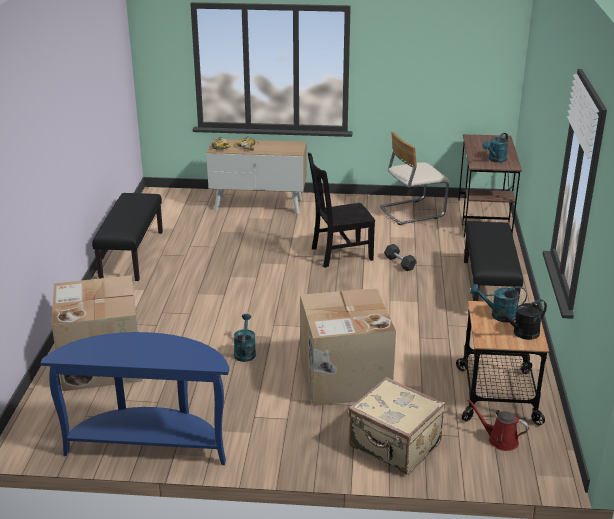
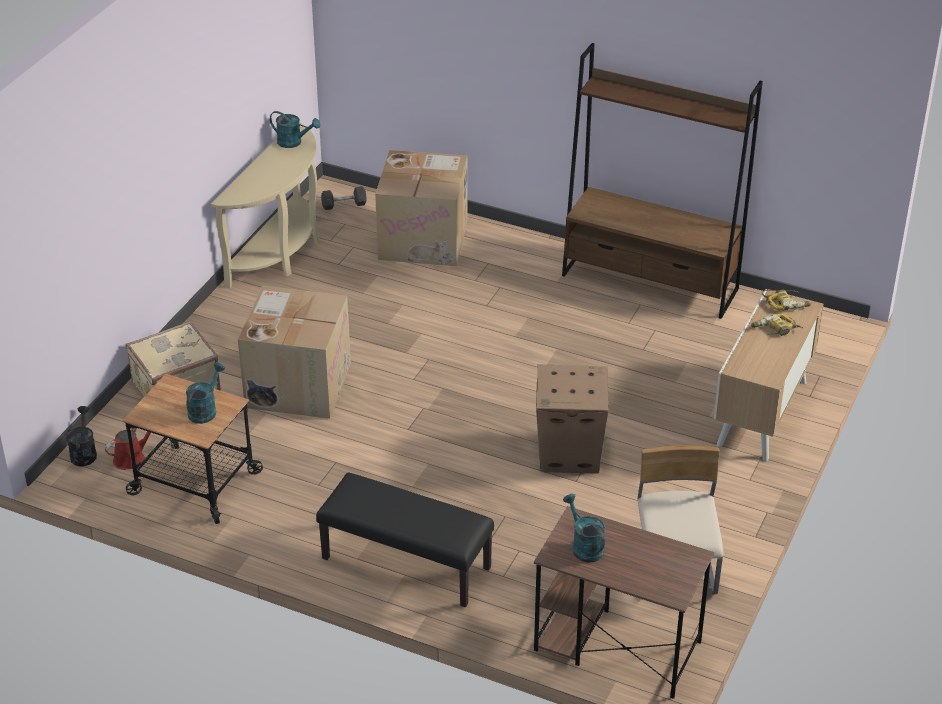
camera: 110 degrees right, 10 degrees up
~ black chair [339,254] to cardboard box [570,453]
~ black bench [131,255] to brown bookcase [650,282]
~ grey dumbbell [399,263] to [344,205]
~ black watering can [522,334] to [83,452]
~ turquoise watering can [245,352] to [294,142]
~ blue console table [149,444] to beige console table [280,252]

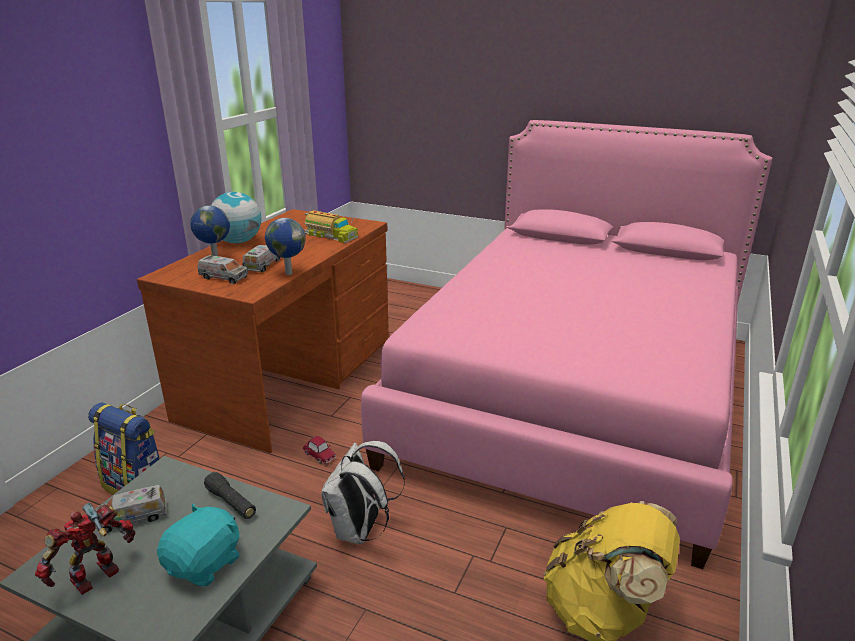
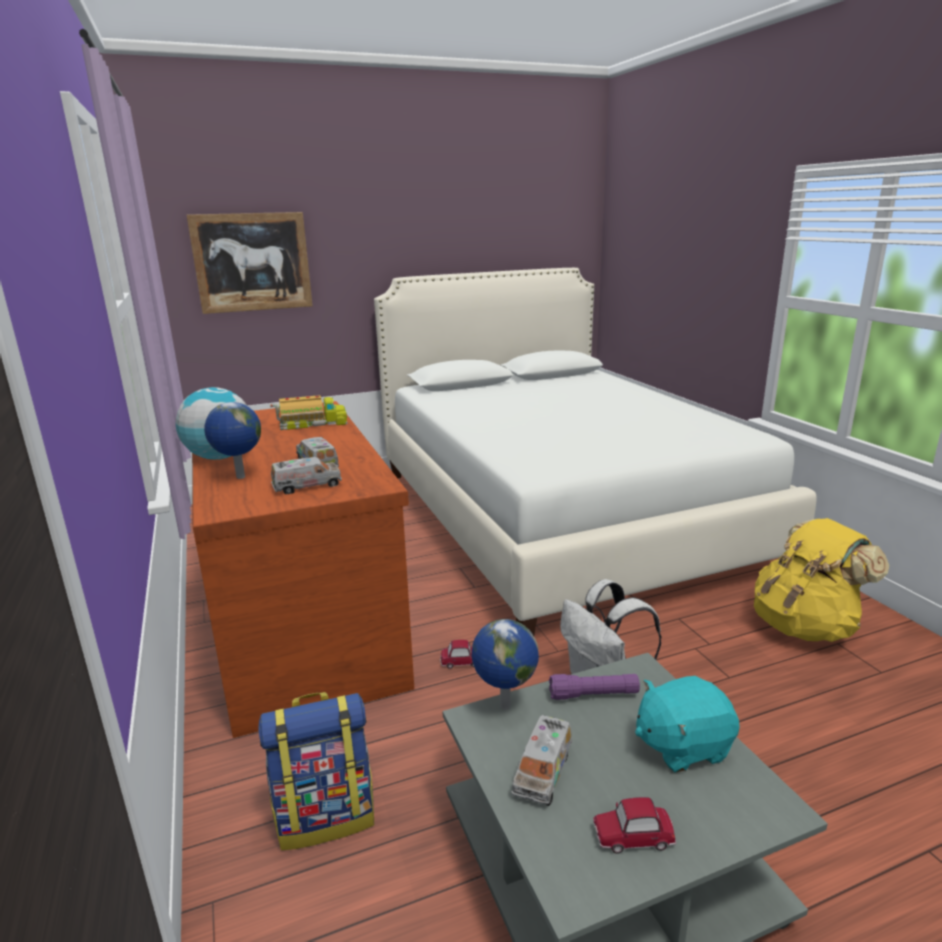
camera: 45 degrees left, 5 degrees down
~ pink bed [575,394] to white bed [560,515]
~ globe [288,273] to [503,706]
~ black flashlight [231,503] to purple flashlight [593,695]
~ toy robot [97,577] to toy car [633,835]
~ turquoise plush toy [205,564] = [682,745] 90 degrees counterclockwise
+ picture [252,262]

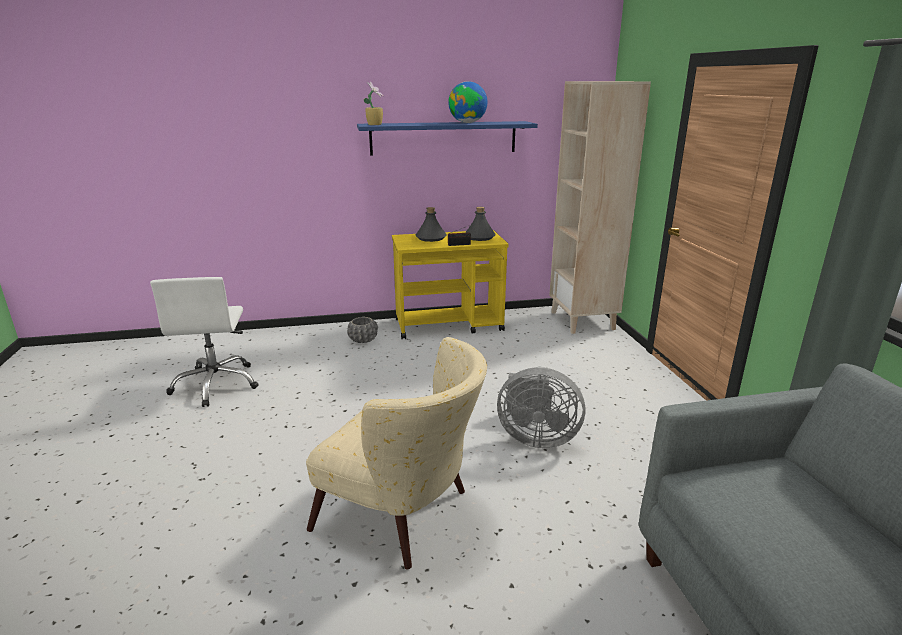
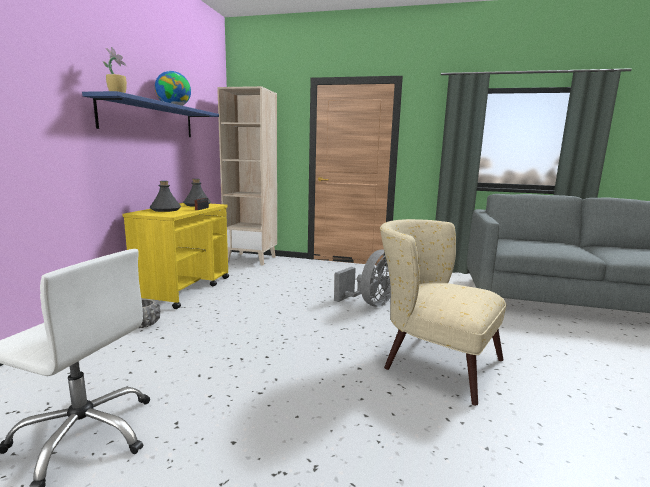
camera: 65 degrees left, 10 degrees down
~ beige armchair [404,516] = [431,360] 105 degrees counterclockwise

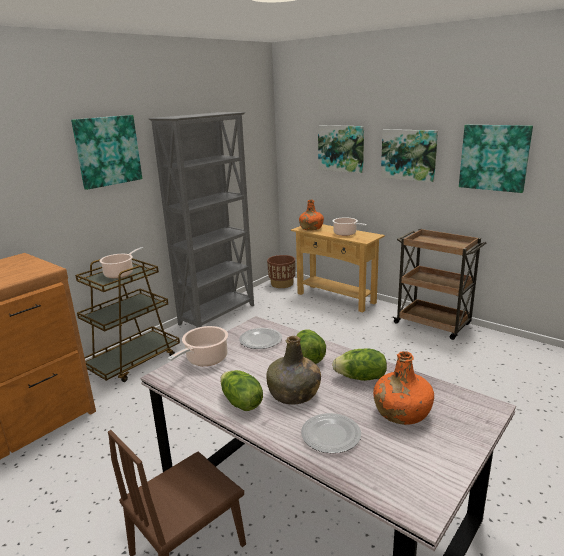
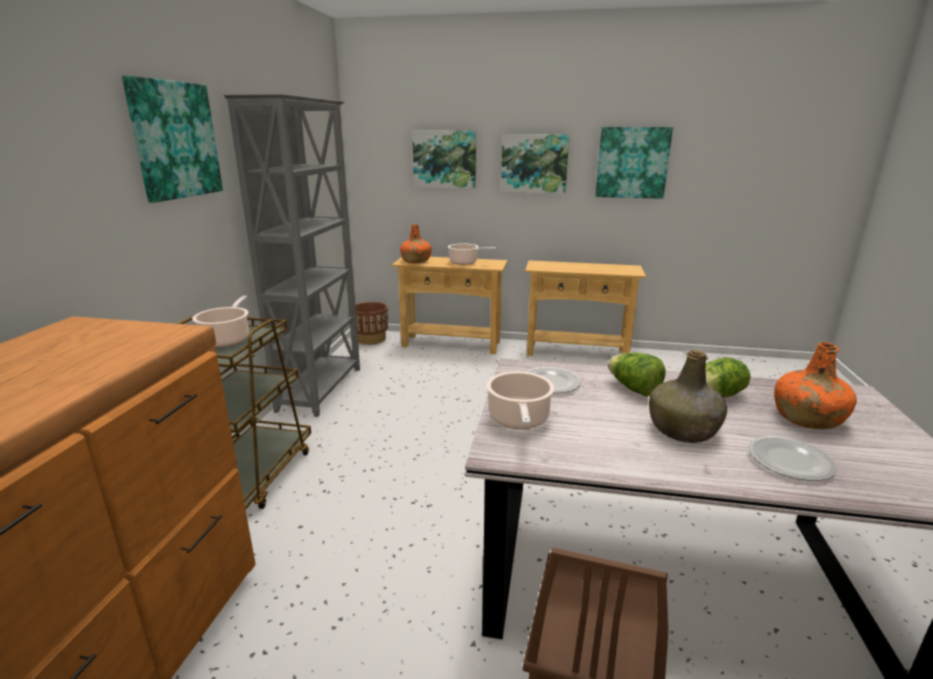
camera: 30 degrees left, 0 degrees up
~ brown cart [433,324] to beige console table [576,352]
- lettuce [241,403]

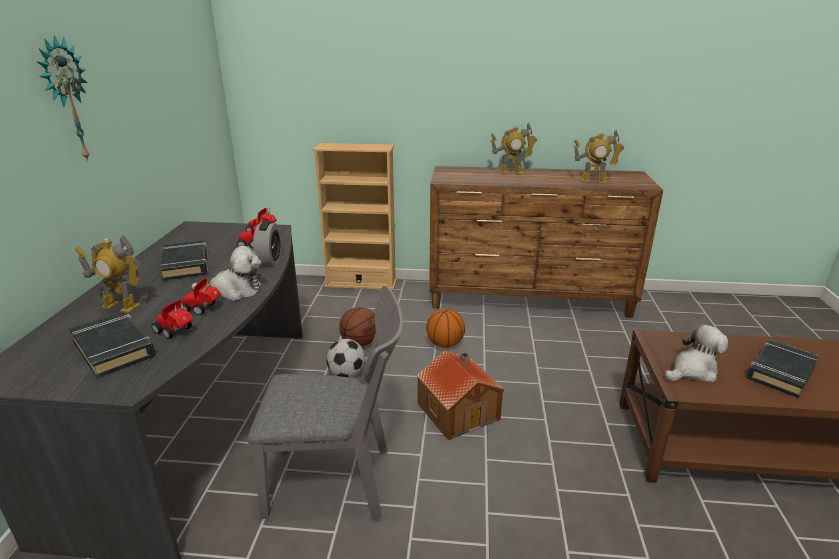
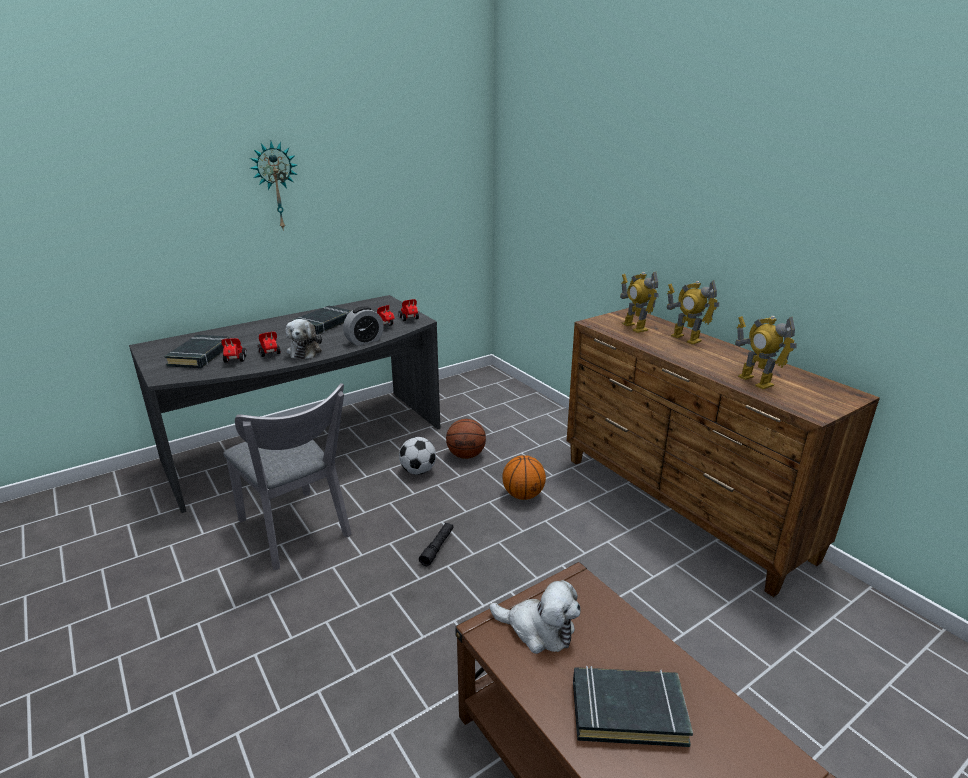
camera: 50 degrees right, 0 degrees up
- beige bookcase [361,283]
~ toy robot [120,306] to [634,327]
~ plush toy [234,291] = [305,351] 45 degrees clockwise
~ toy house [459,410] to black flashlight [437,547]

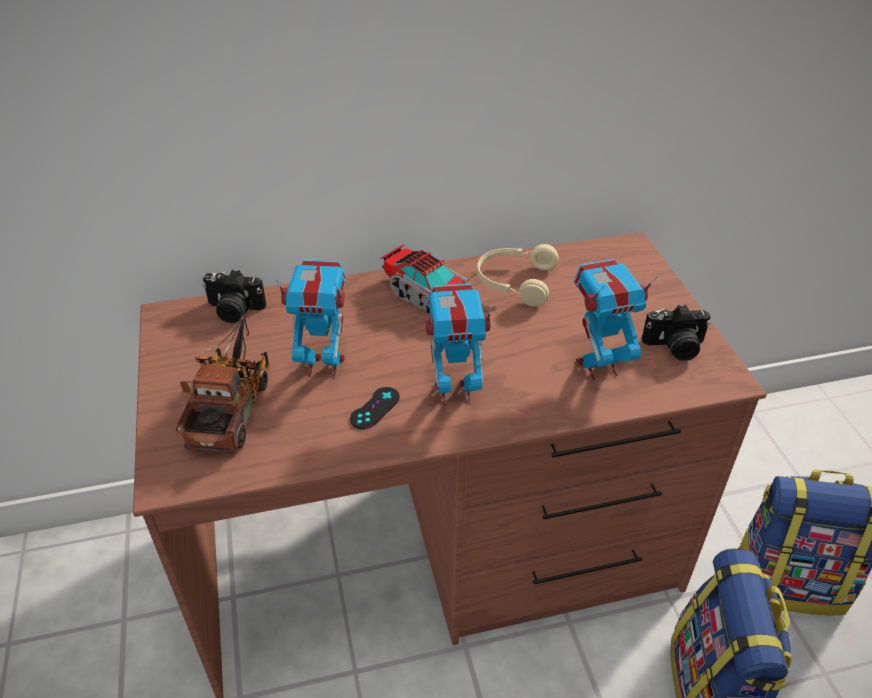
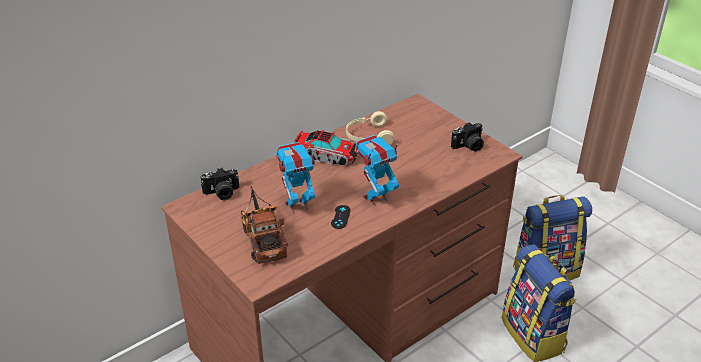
camera: 25 degrees left, 5 degrees down
- toy robot [598,366]

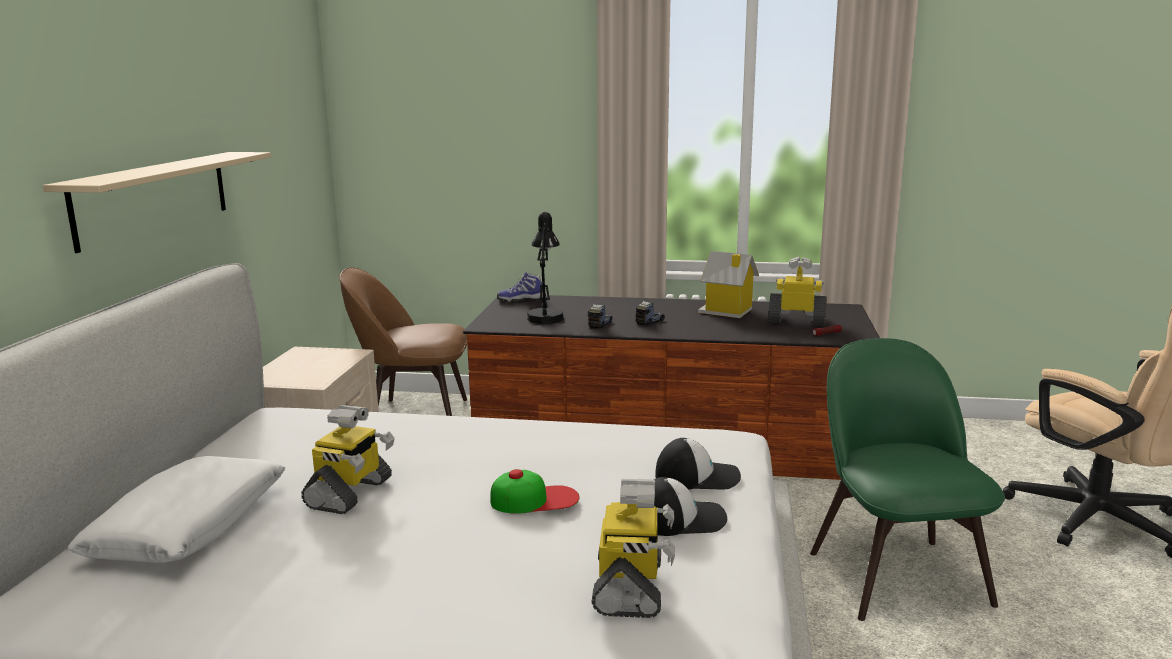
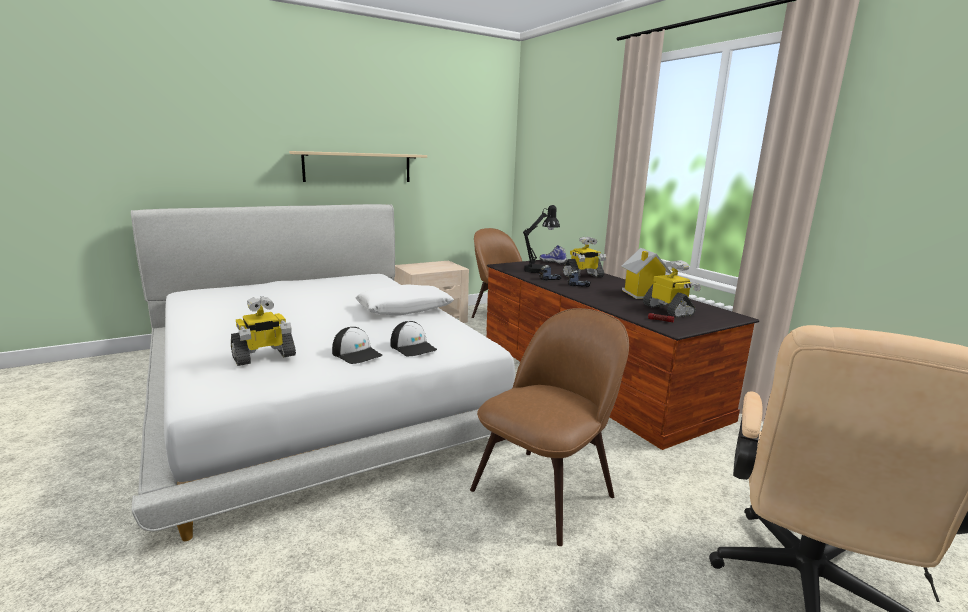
camera: 50 degrees right, 0 degrees up
~ green chair [895,573] to brown chair [546,490]
~ toy robot [350,494] to [583,276]
~ white pillow [189,526] to [404,309]
- cap [535,499]

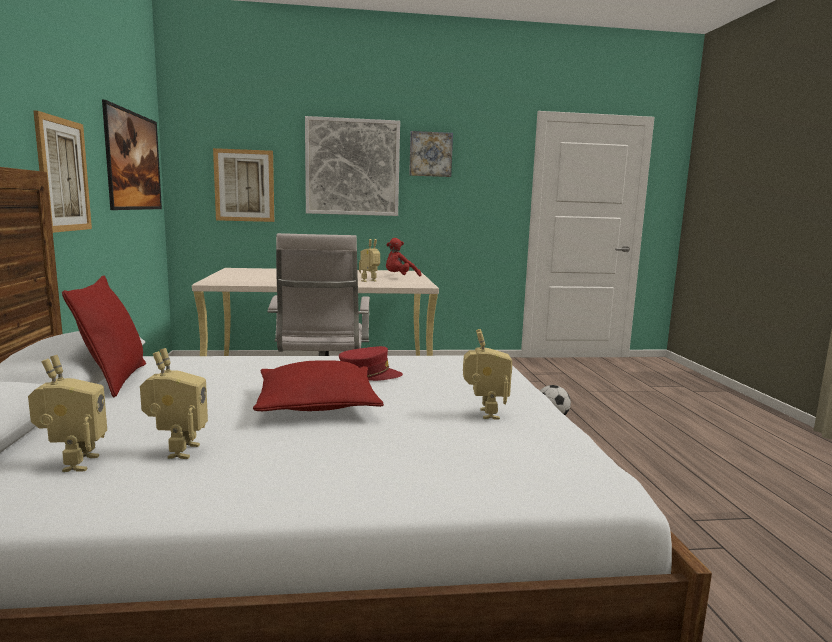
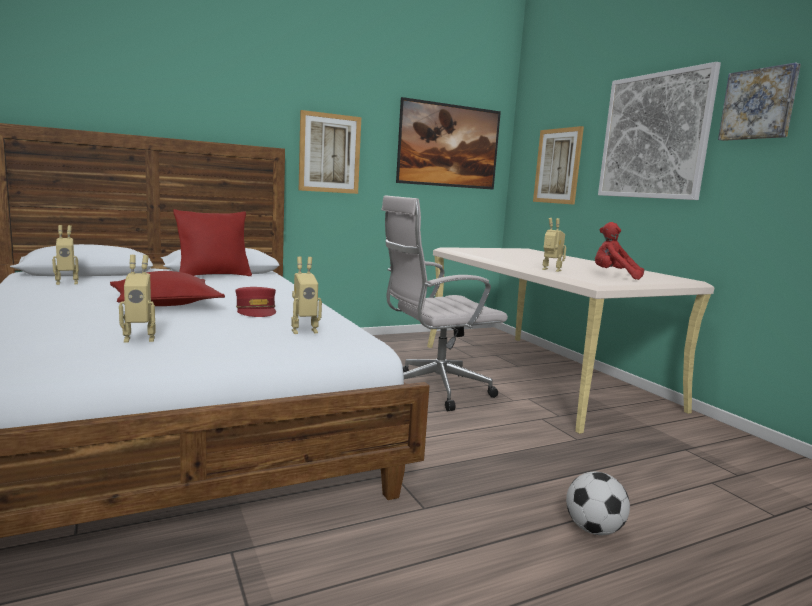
camera: 70 degrees right, 0 degrees up
~ toy robot [177,451] to [303,330]

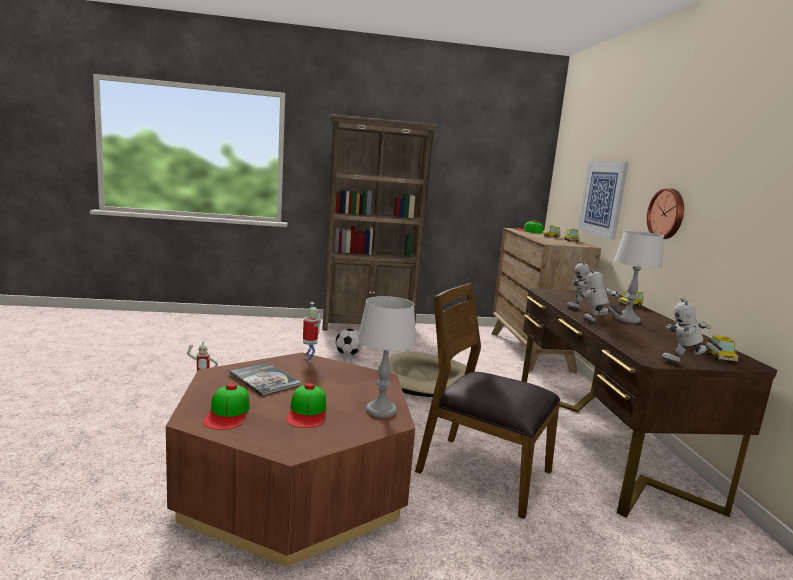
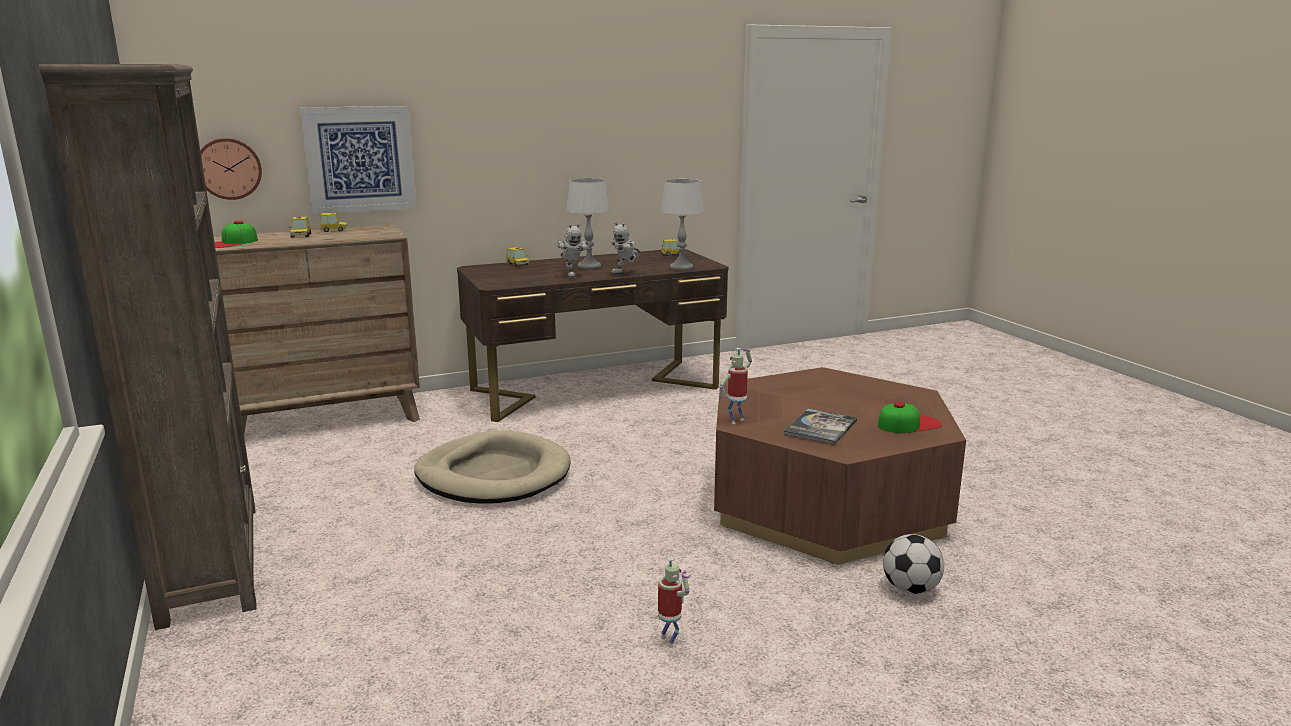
camera: 105 degrees left, 5 degrees up
~ wall clock [667,214] to [229,168]
- brown chair [482,472]
~ grey table lamp [381,410] to [681,267]
- toy robot [684,365]
~ football [348,355] to [910,589]
- cap [307,412]

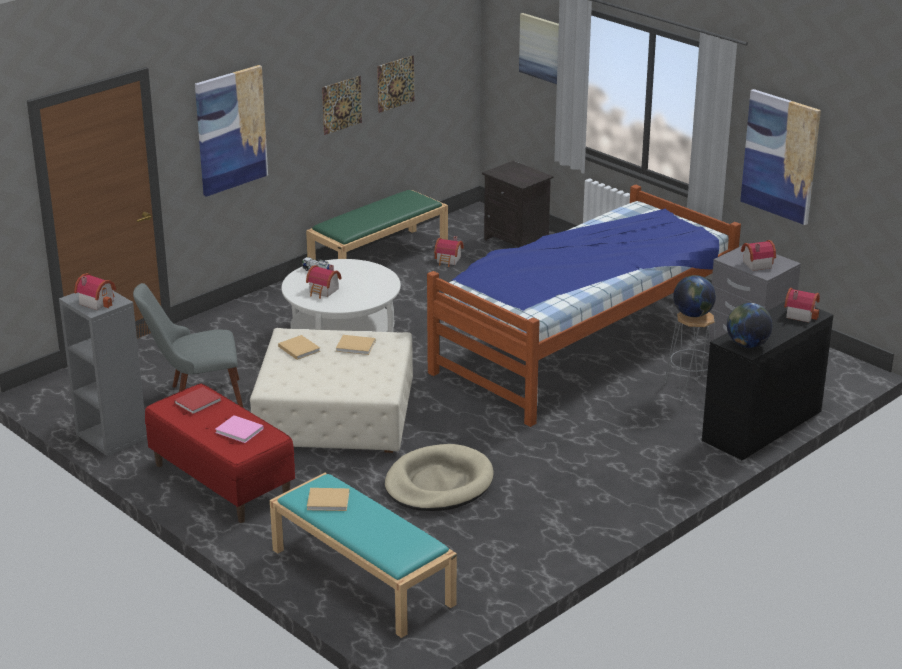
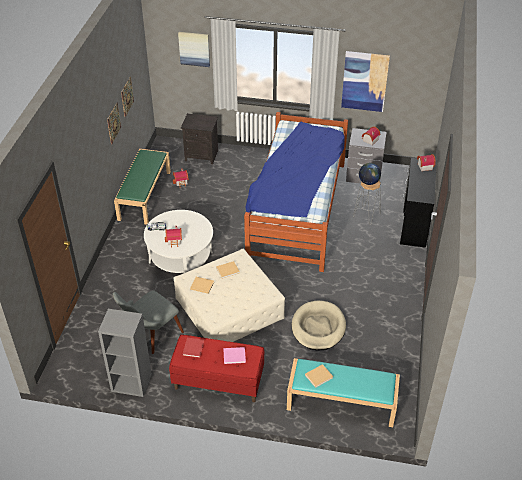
camera: 35 degrees left, 15 degrees up
- picture [231,130]
- toy house [97,301]
- globe [747,344]

